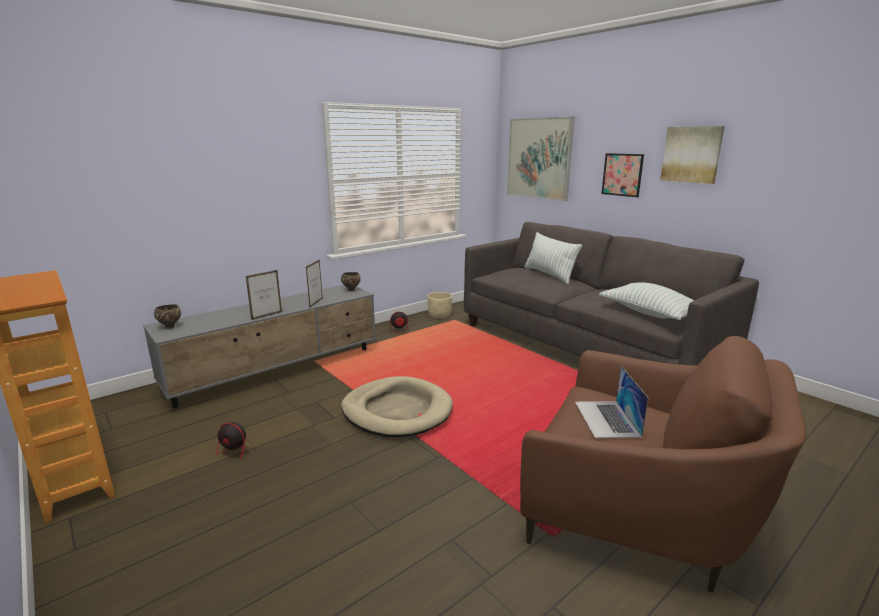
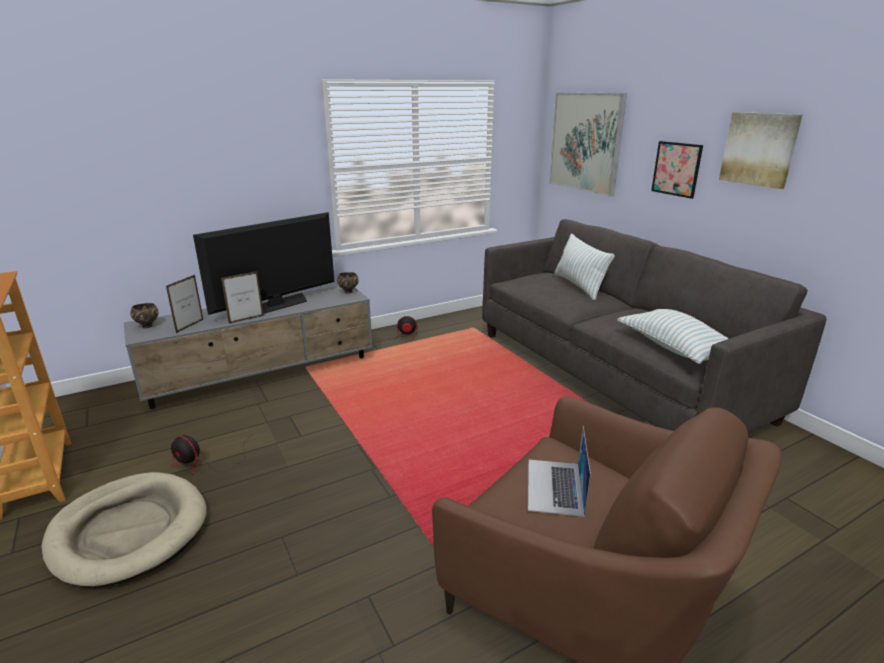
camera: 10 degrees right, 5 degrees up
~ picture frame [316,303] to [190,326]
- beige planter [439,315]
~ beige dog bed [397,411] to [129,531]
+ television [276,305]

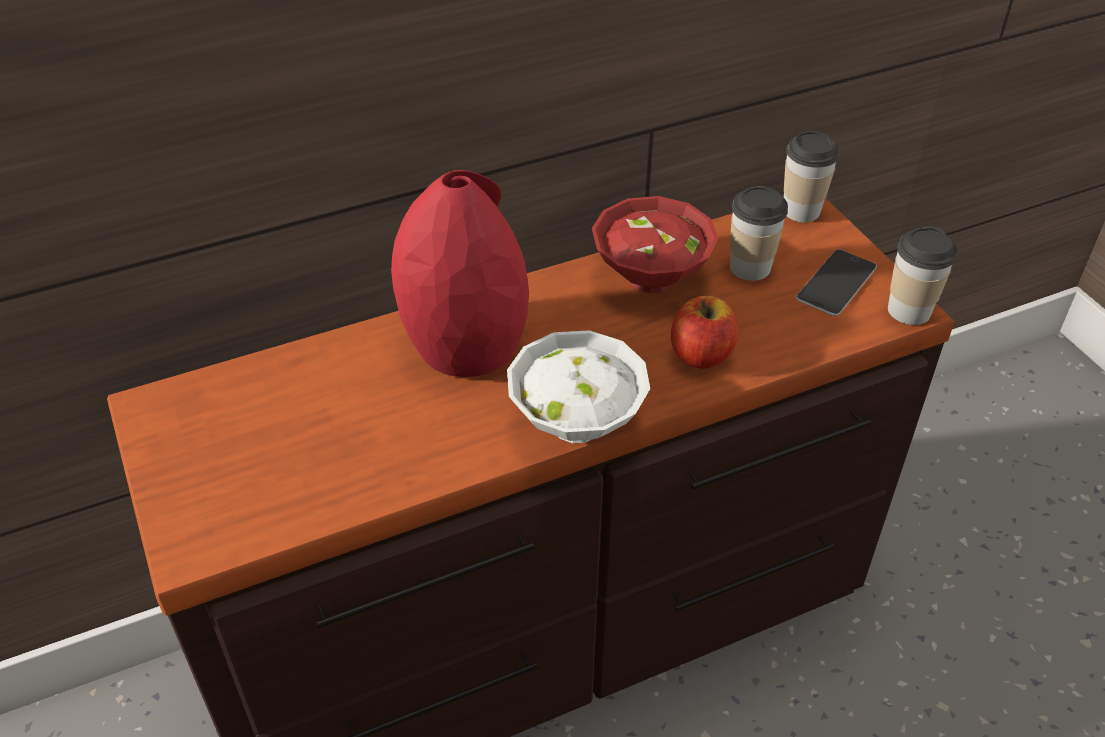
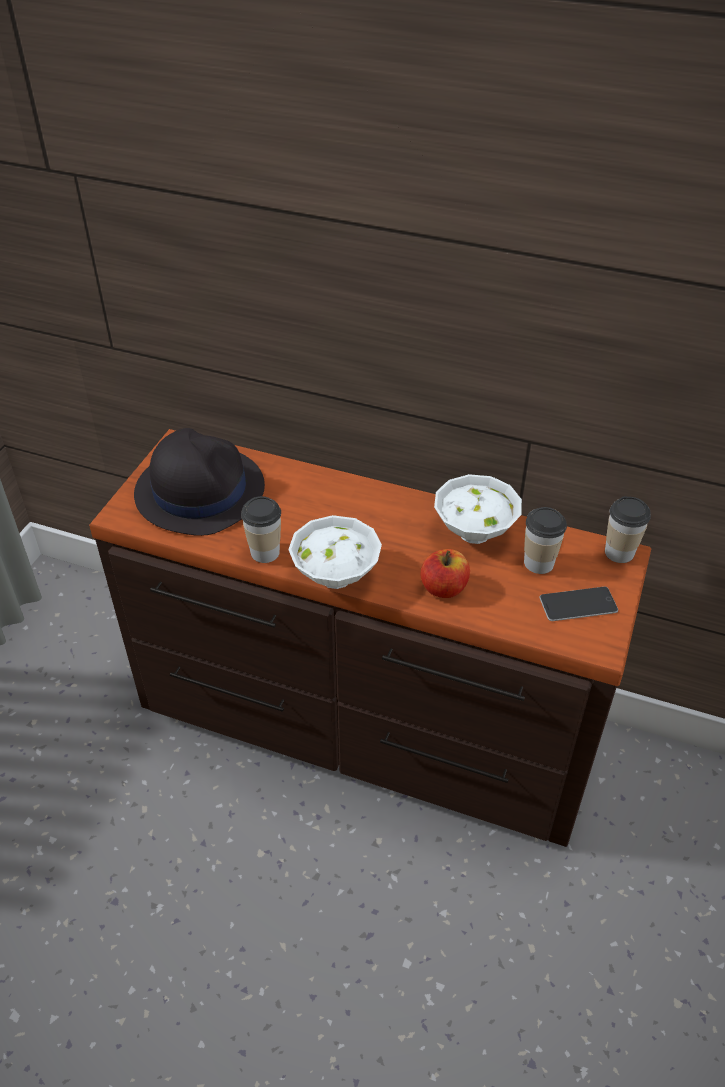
camera: 45 degrees right, 0 degrees up
- red vase [464,345]
~ red bowl [650,280] to white bowl [472,533]
~ cup [909,311] to [265,552]
+ black hat [199,490]

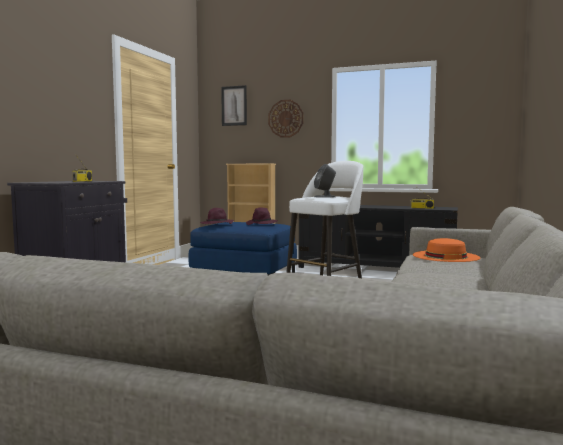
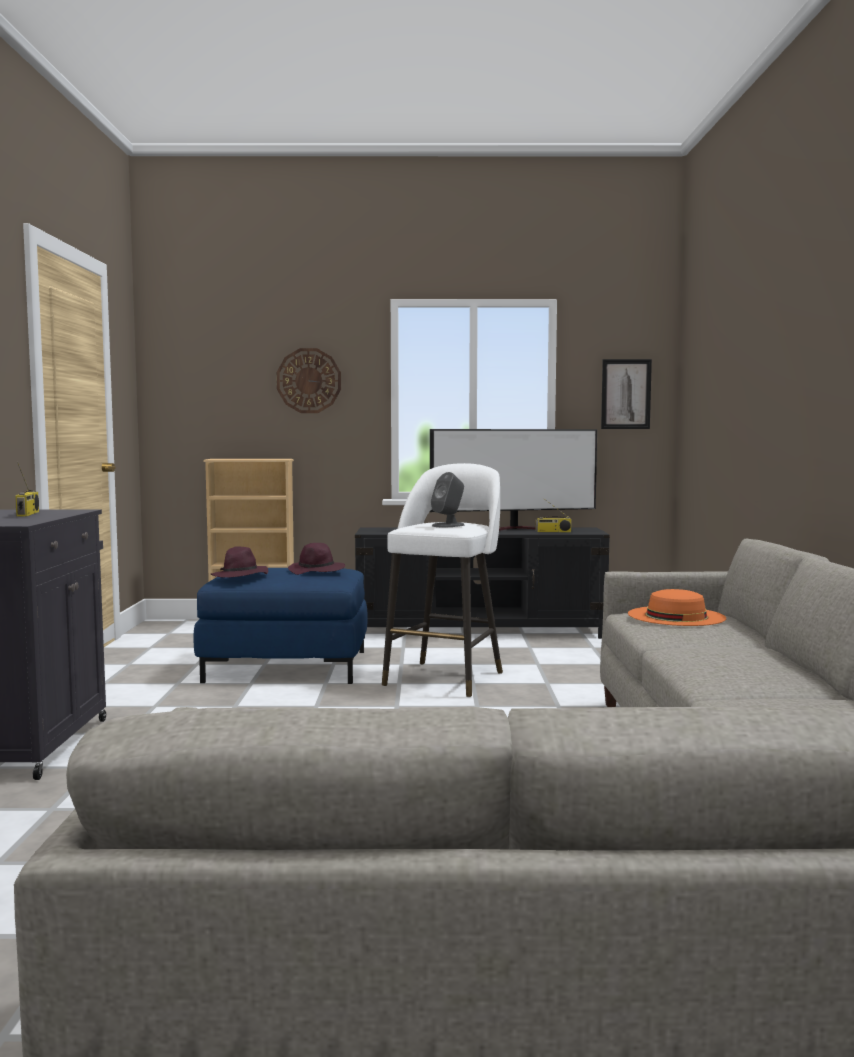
camera: 20 degrees left, 0 degrees up
~ picture [234,106] to [626,394]
+ television [519,529]

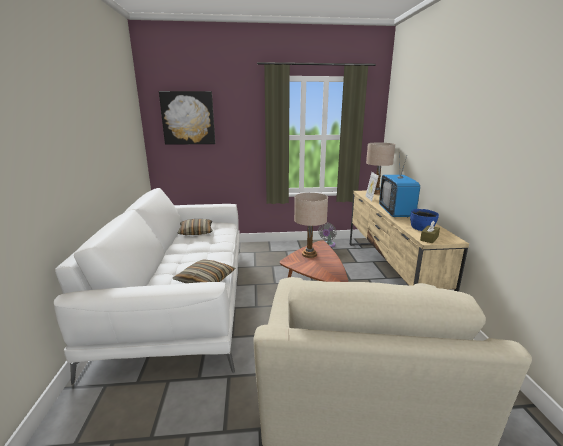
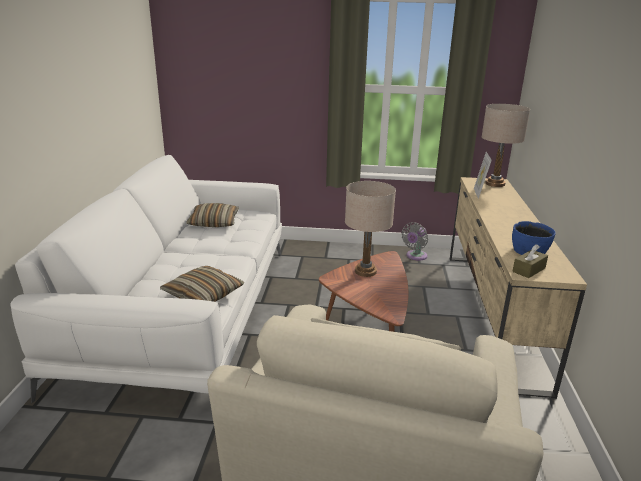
camera: 10 degrees right, 5 degrees up
- picture [188,118]
- television [396,212]

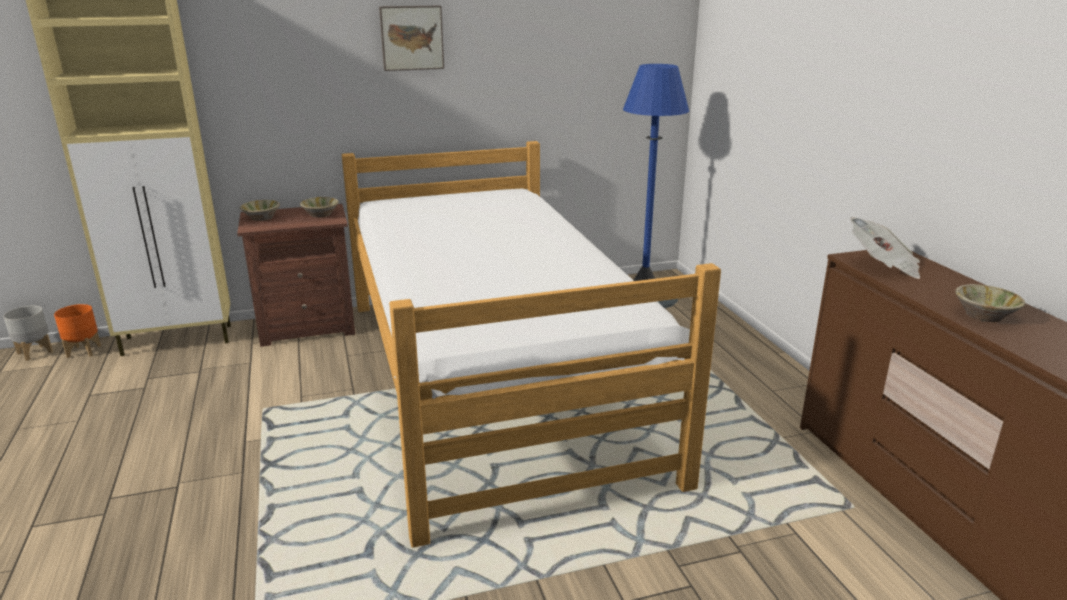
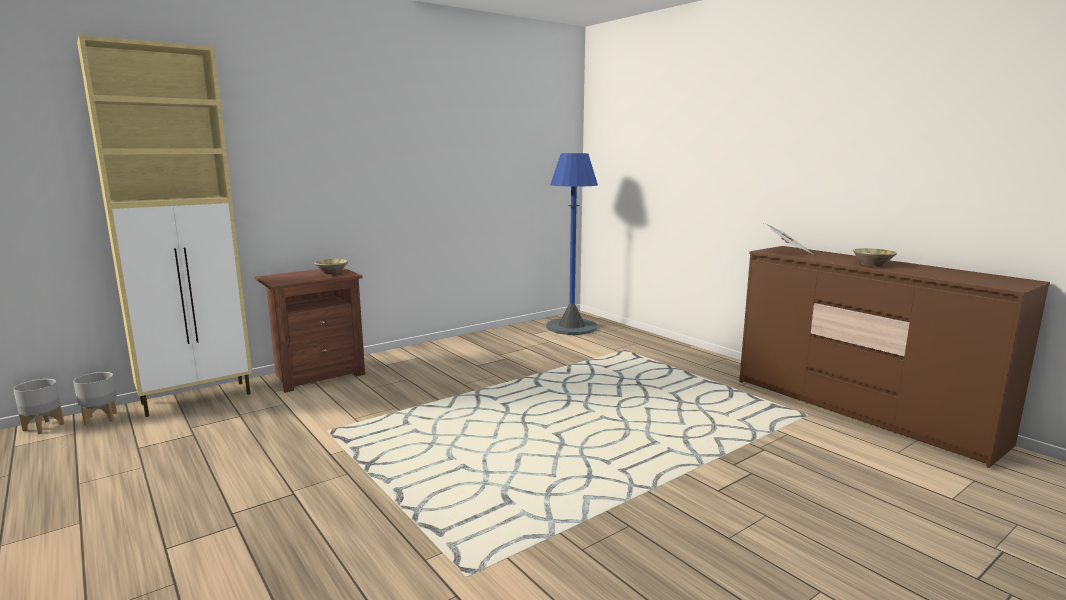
camera: 20 degrees left, 10 degrees down
- picture [411,38]
- bed [493,380]
- beige bowl [261,218]
~ orange planter [84,351] to grey planter [101,418]

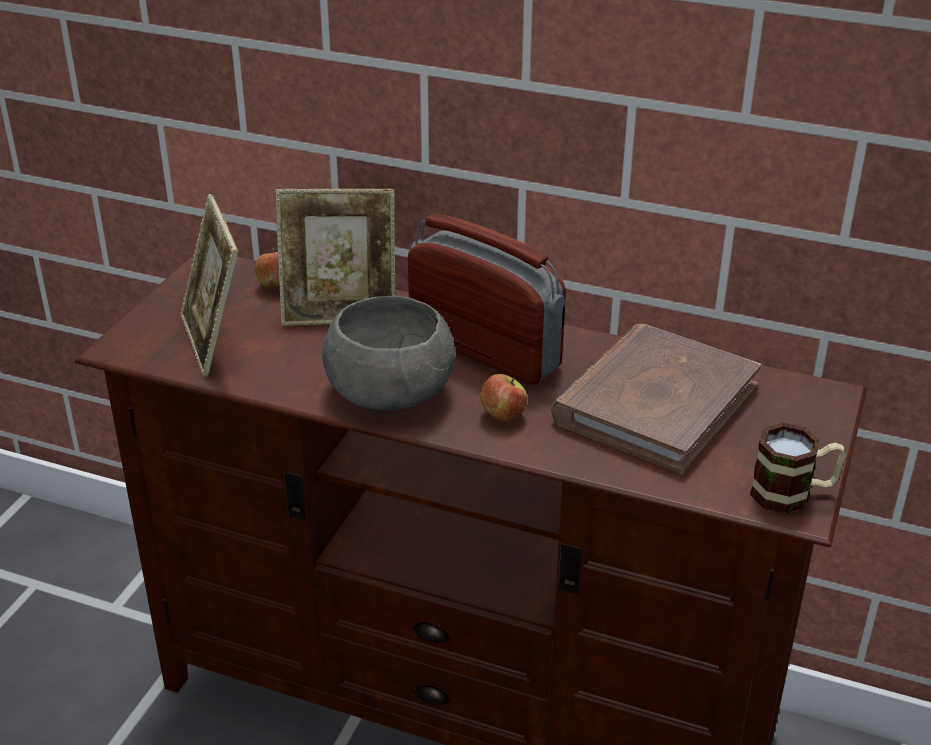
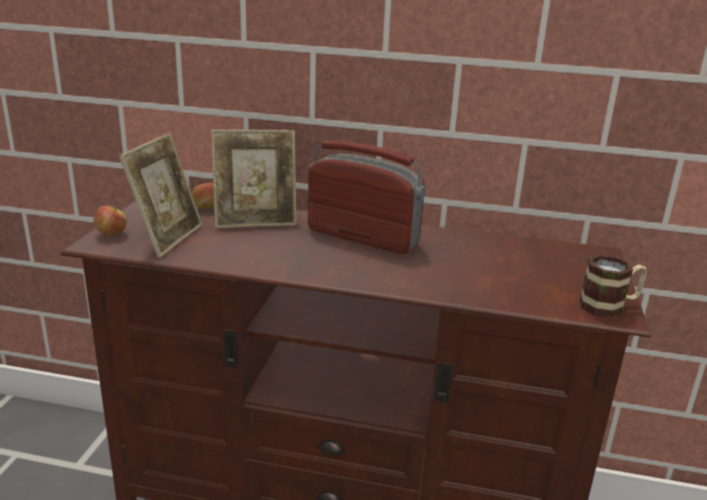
camera: 10 degrees left, 10 degrees down
~ picture frame [215,341] = [167,238] 135 degrees counterclockwise
- grey bowl [391,391]
- brown book [655,404]
~ apple [502,415] to [111,234]

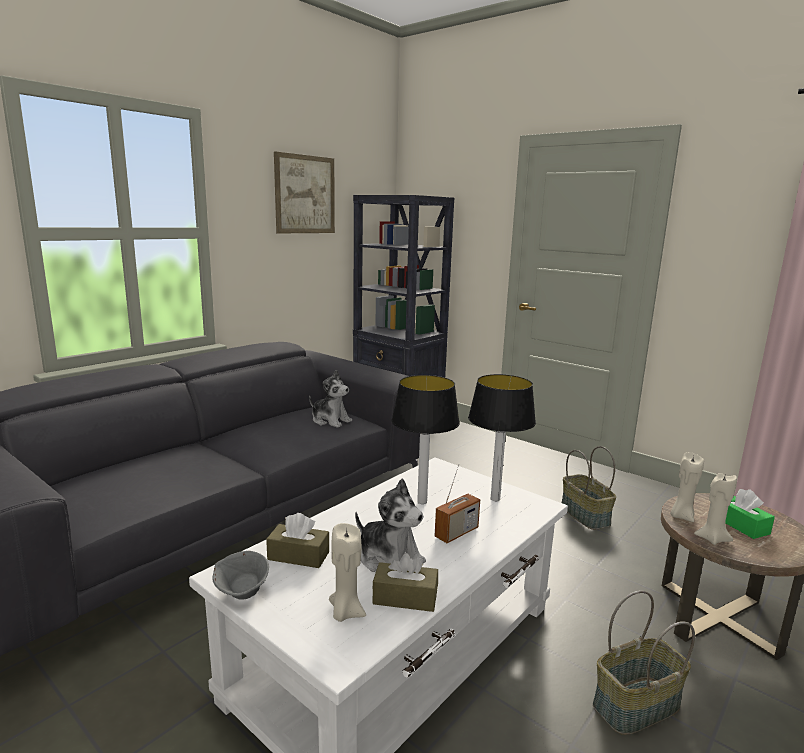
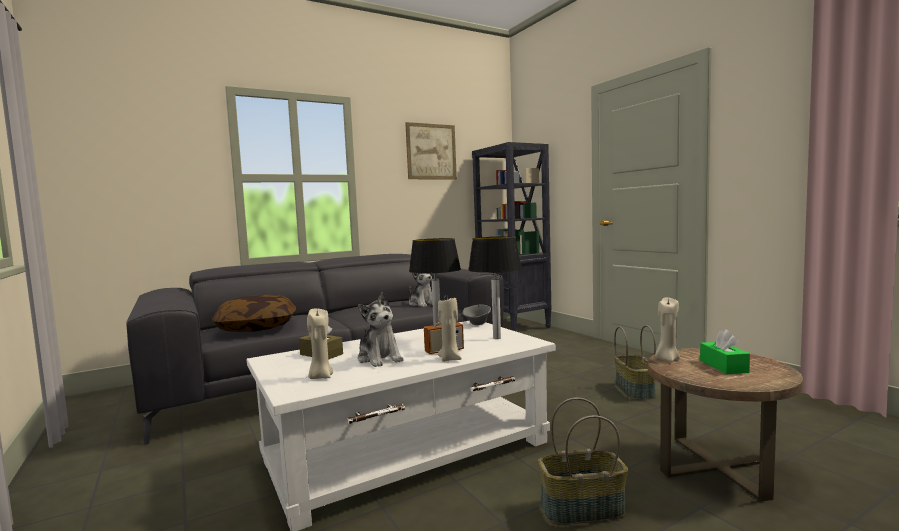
camera: 20 degrees right, 10 degrees down
~ beige candle [712,538] to [450,359]
~ grey bowl [243,593] to [477,324]
- brown tissue box [405,597]
+ pillow [257,327]

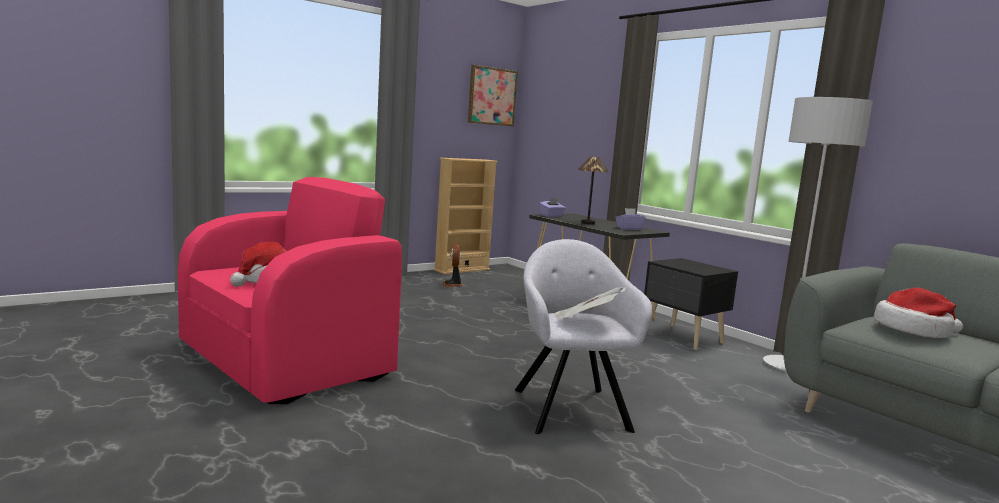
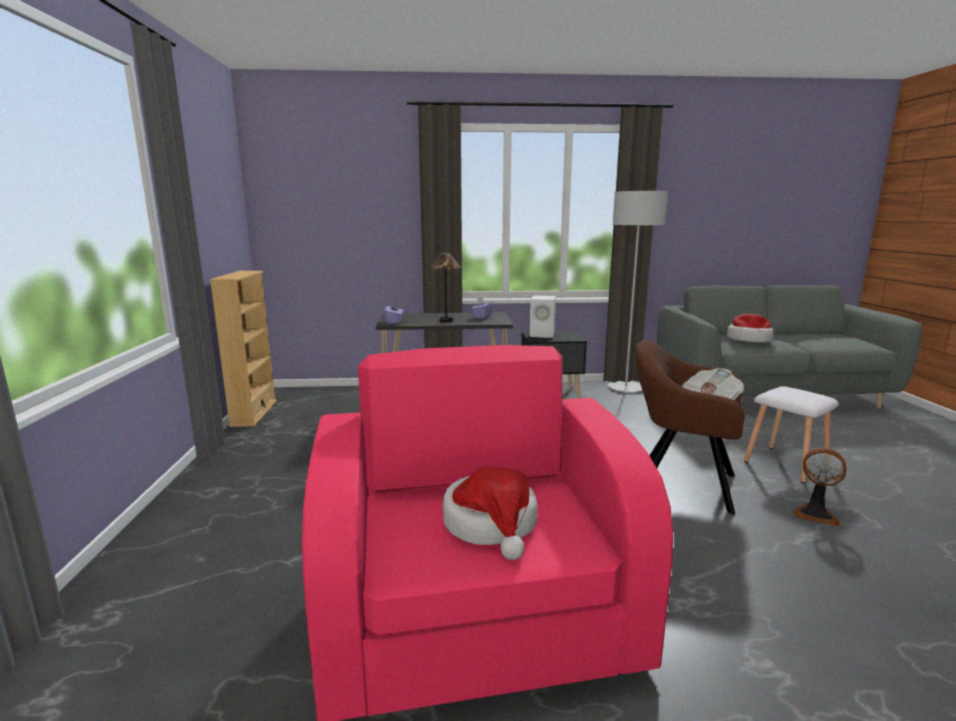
camera: 55 degrees left, 5 degrees up
- picture [491,96]
~ grey armchair [569,407] to brown armchair [680,483]
~ fan [452,284] to [815,514]
+ white speaker [543,334]
+ white stool [784,463]

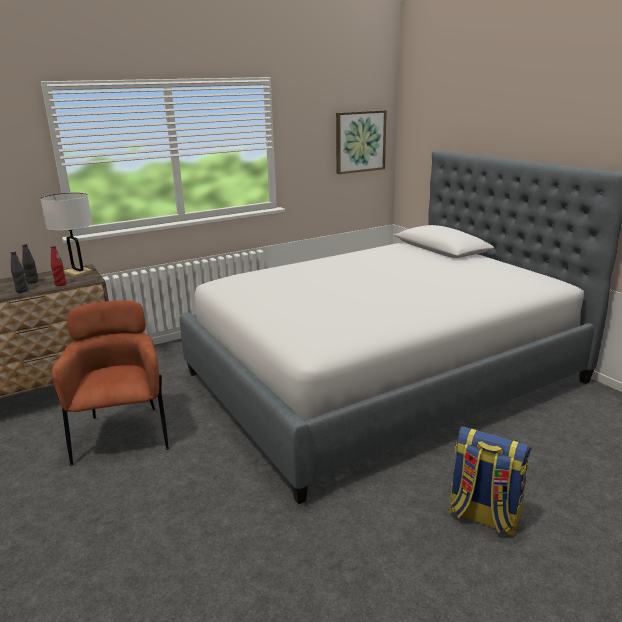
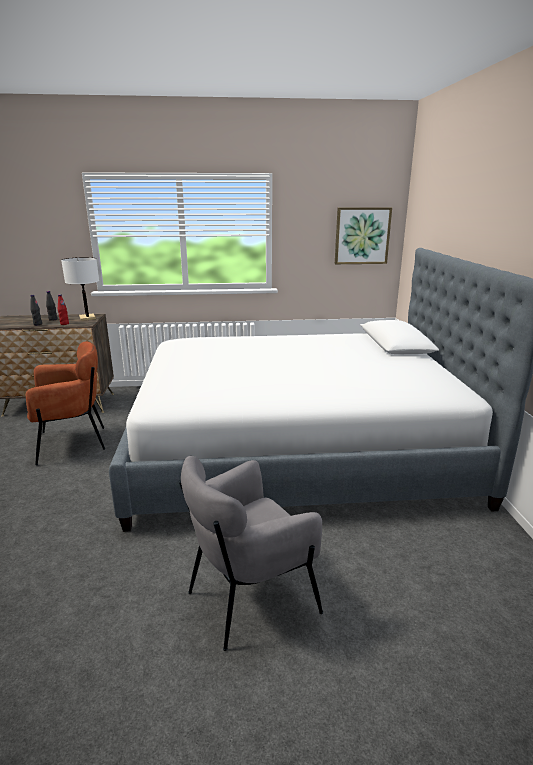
camera: 25 degrees right, 0 degrees up
~ brown armchair [122,434] = [72,443] 60 degrees clockwise
~ backpack [483,516] to grey armchair [250,597]

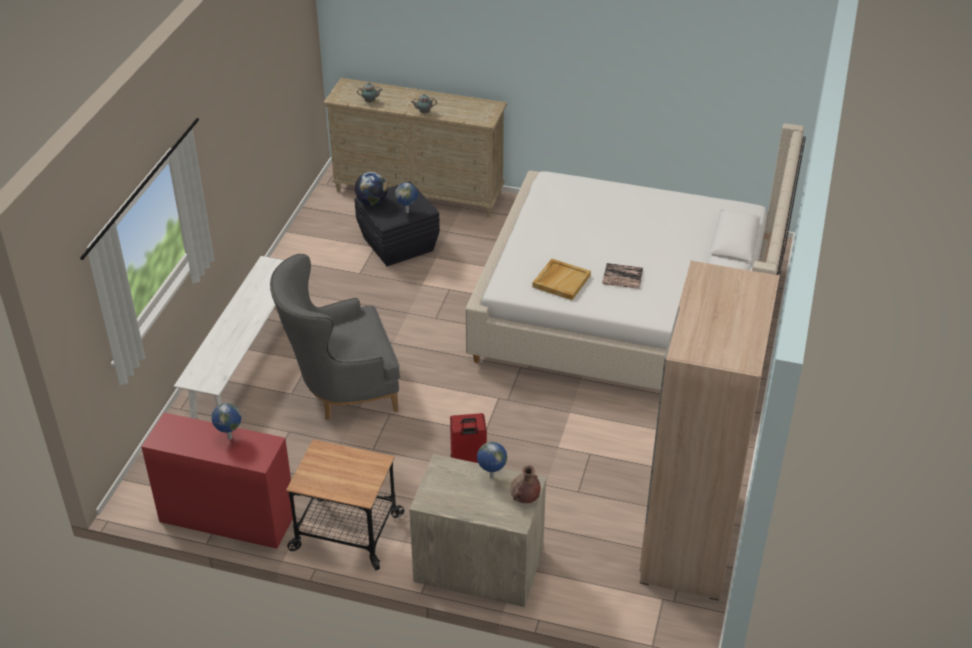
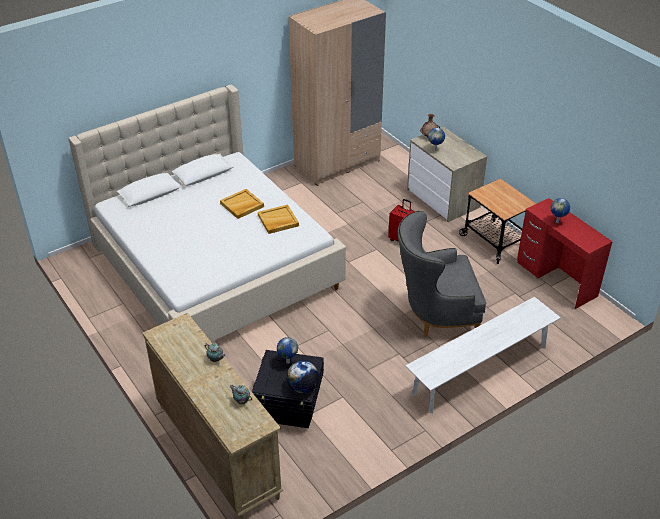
camera: 140 degrees left, 0 degrees up
~ grey armchair [341,390] = [435,315] 150 degrees clockwise
~ book [622,277] to beige tray [242,205]

